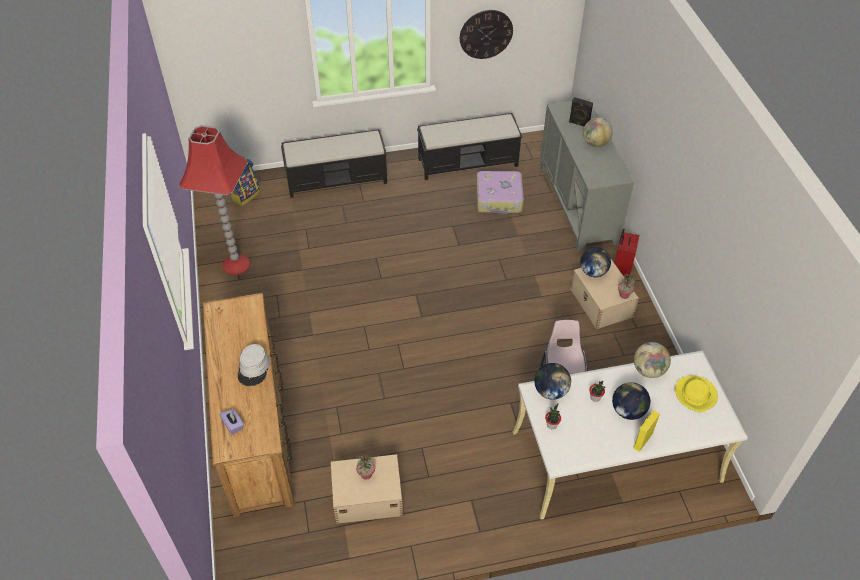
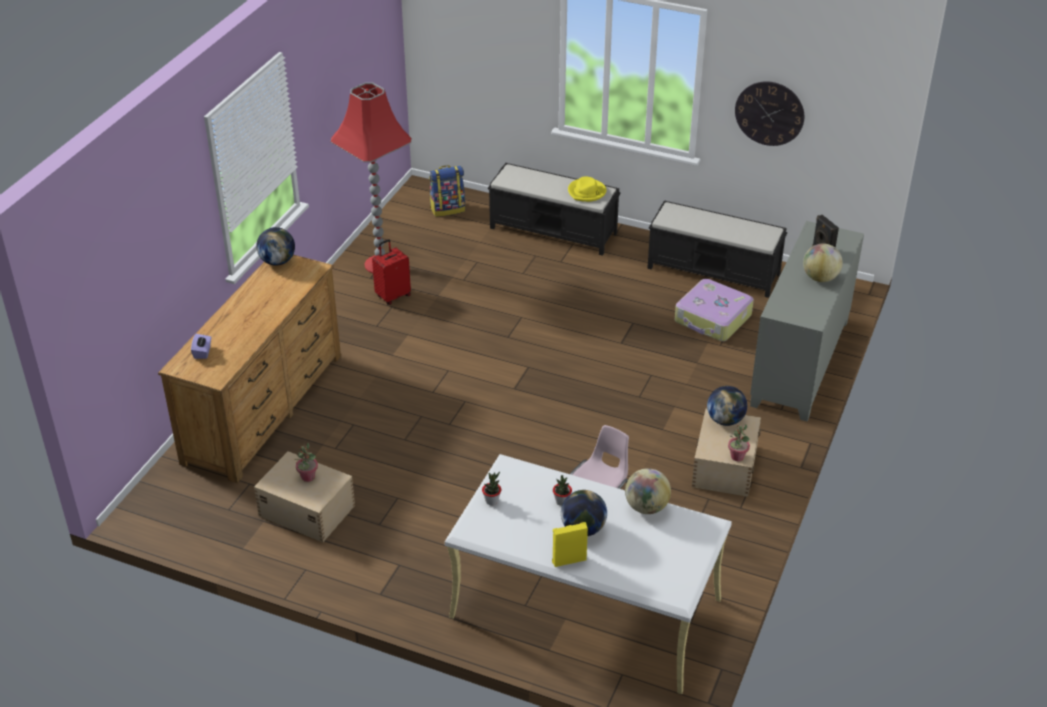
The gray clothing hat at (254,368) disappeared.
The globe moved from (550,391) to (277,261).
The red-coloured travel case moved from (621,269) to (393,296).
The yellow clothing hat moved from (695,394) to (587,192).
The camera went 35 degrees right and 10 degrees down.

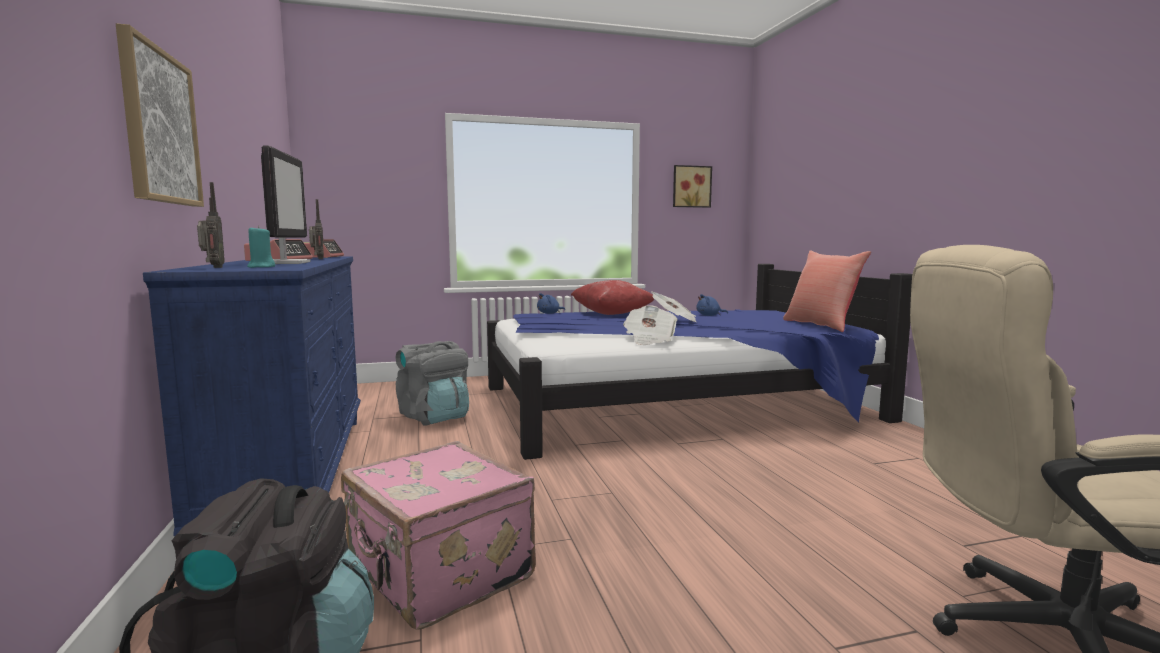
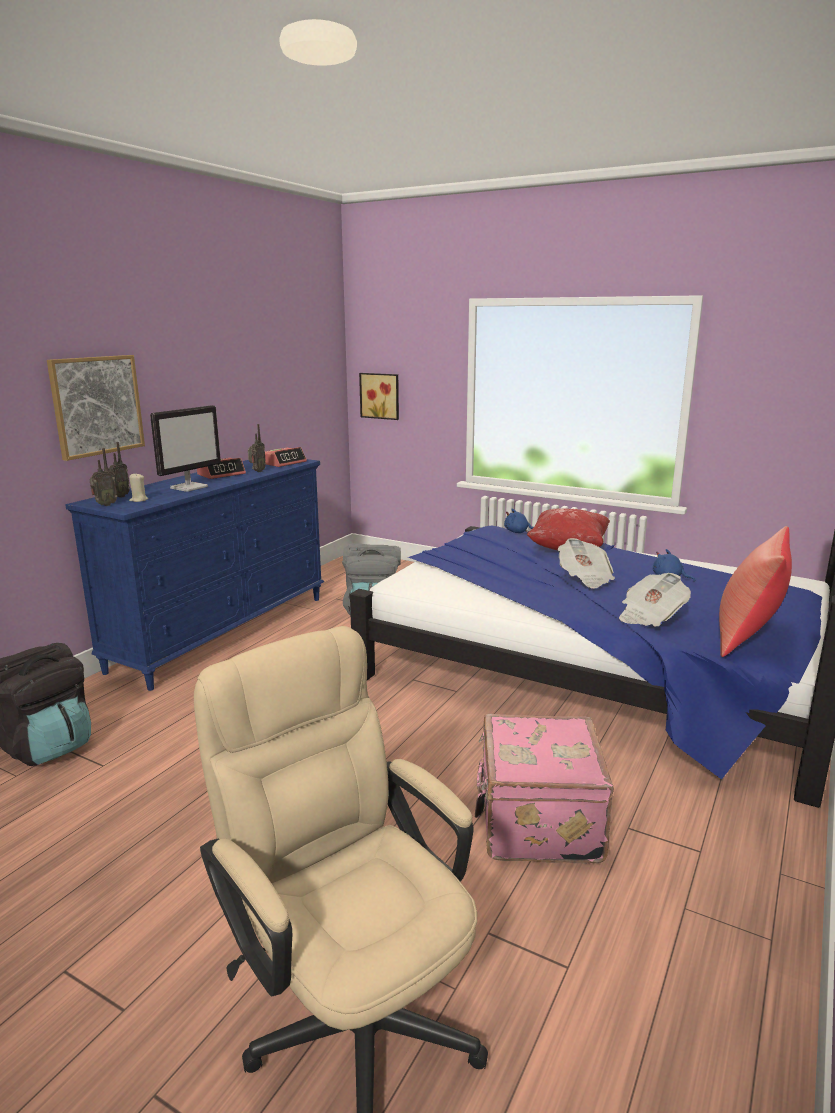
The turquoise-coloured wax candle at (261,267) became the beige-coloured wax candle at (138,500).
The pink travel case moved from (438,574) to (536,822).
The daily paper moved from (649,340) to (650,616).
The wall art moved from (691,186) to (380,396).
The radio at (104,505) appeared.
The camera went 45 degrees right and 10 degrees up.

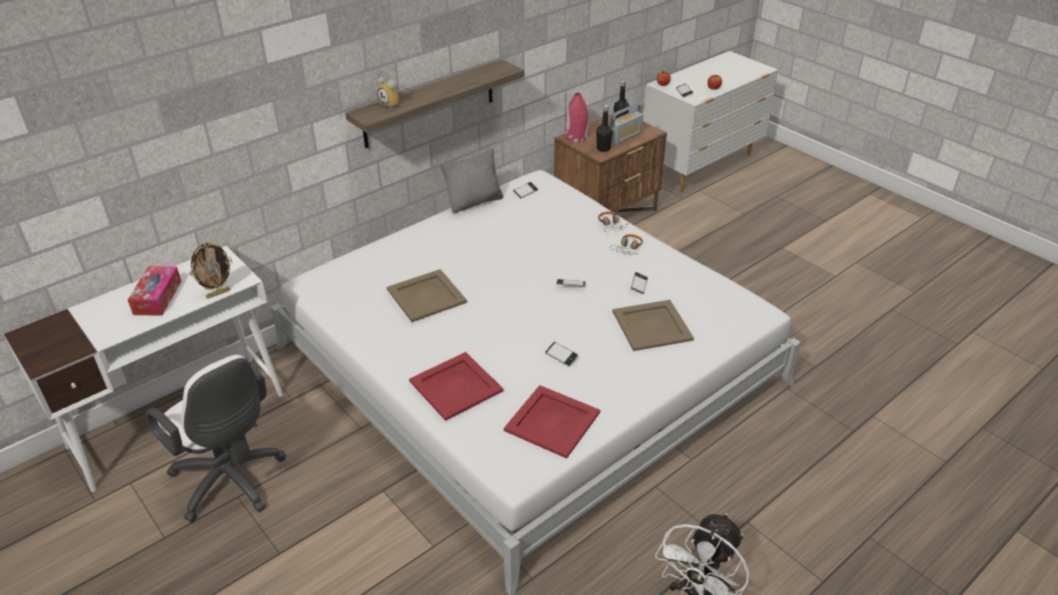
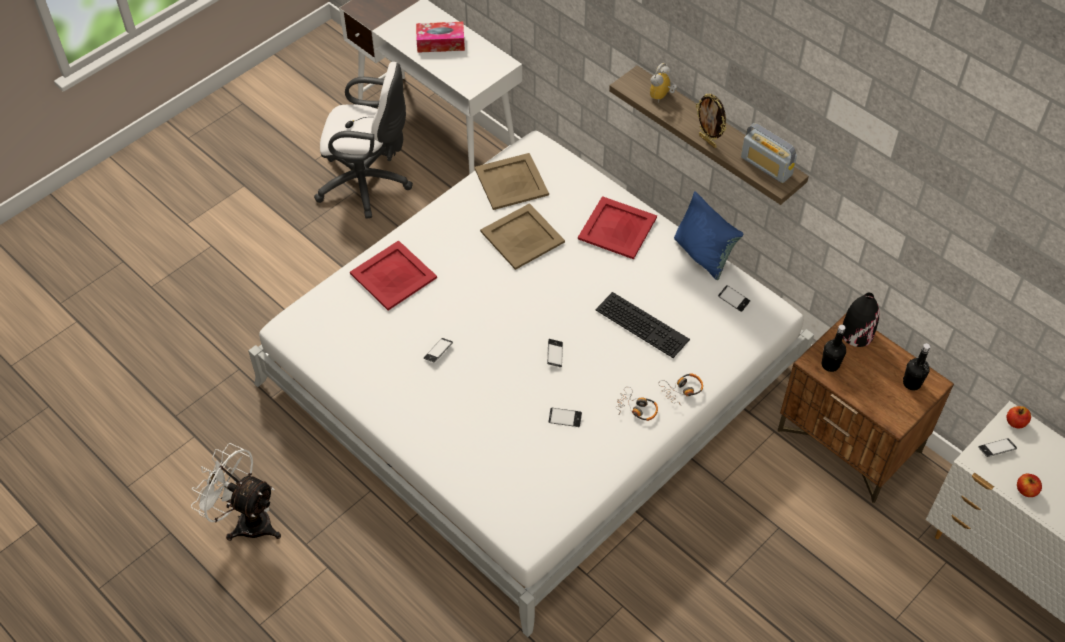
The whitish desk chair at (232,483) turned 120 degrees counterclockwise.
The standing frame moved from (218,293) to (708,141).
The gray cushion at (474,202) became the blue-coloured cushion at (703,255).
The red-coloured carrying tray moved from (553,421) to (617,228).
The red-coloured decorative vase at (576,136) became the black-coloured decorative vase at (856,334).
The radio moved from (624,136) to (766,166).
The beige-coloured carrying tray moved from (653,326) to (511,182).
The keyboard at (644,324) appeared.
The camera went 85 degrees right and 15 degrees up.

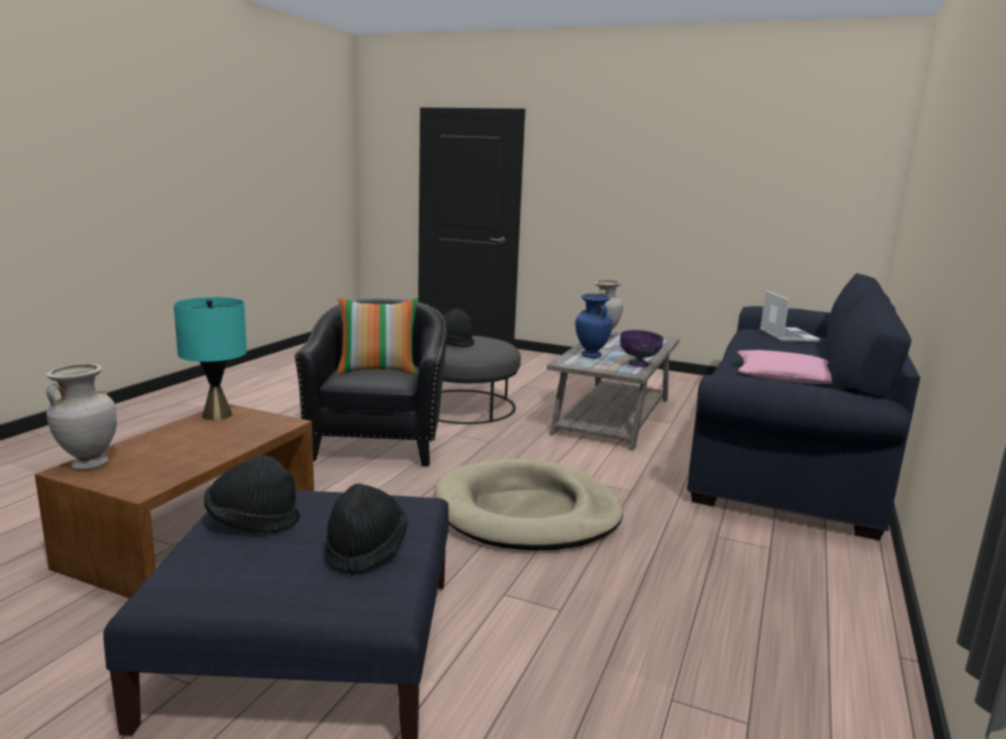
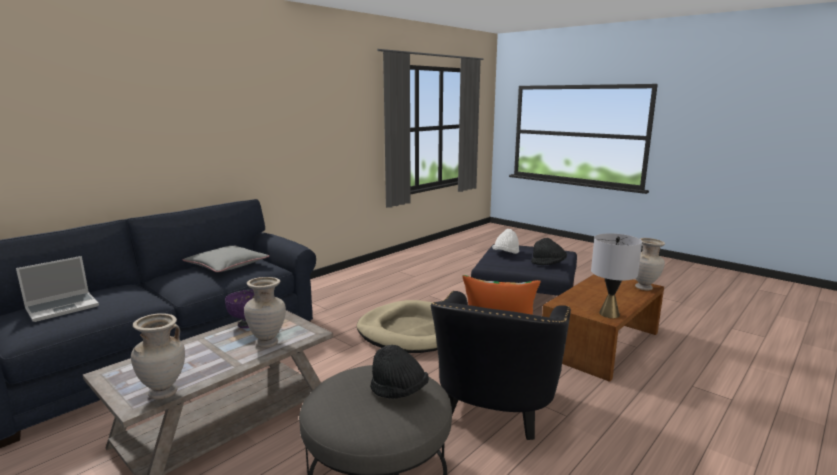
The turquoise-coloured table lamp at (217,415) became the gray table lamp at (609,314).
The black-coloured clothing hat at (365,550) became the whitish clothing hat at (506,254).
The blue-coloured decorative vase at (591,356) became the beige-coloured decorative vase at (268,343).
The pink cushion at (783,377) became the gray cushion at (227,265).
The laptop at (787,336) turned 150 degrees counterclockwise.
The camera went 160 degrees left and 0 degrees up.

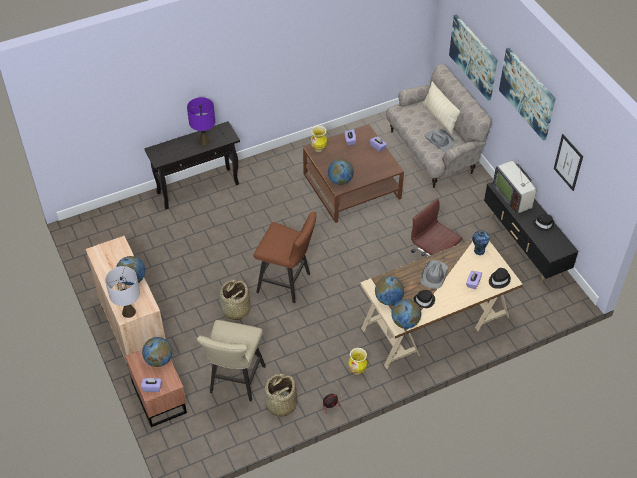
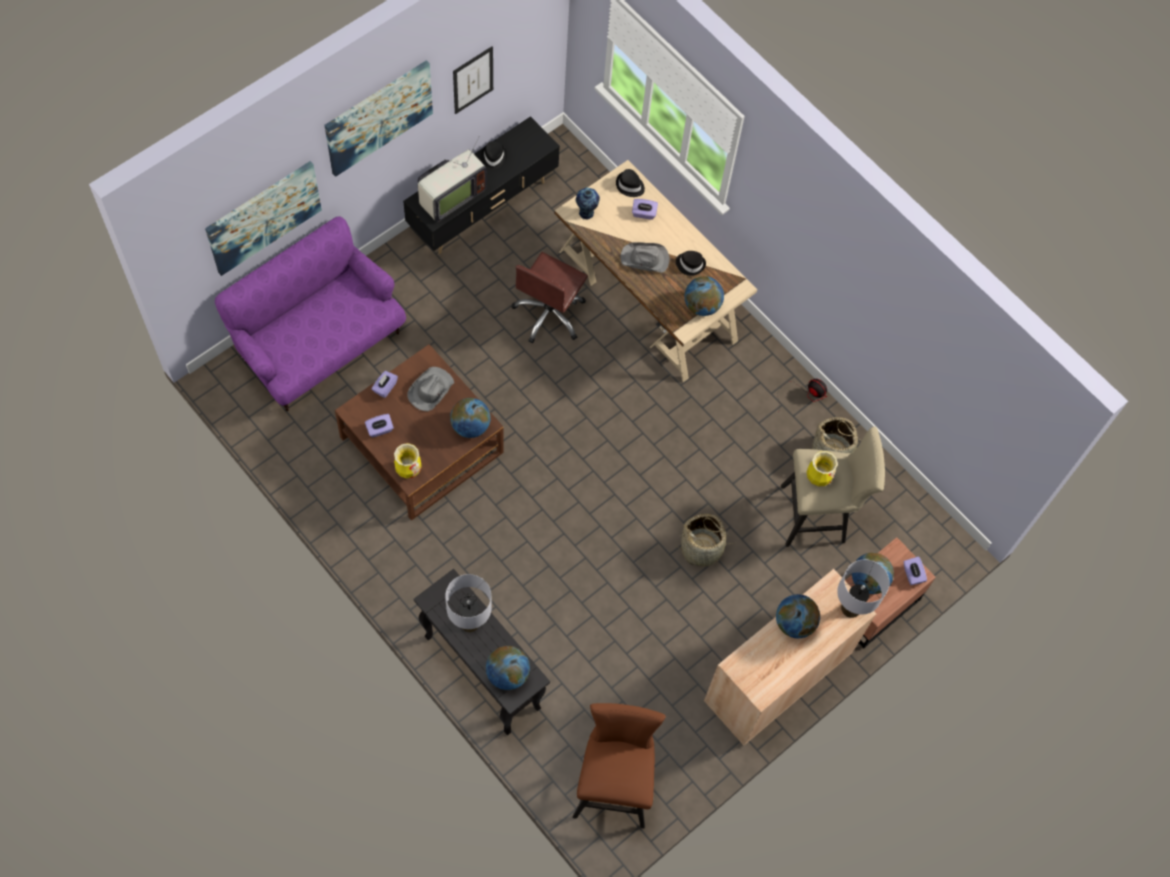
The purple table lamp at (204,141) became the gray table lamp at (469,622).
The brownish stool seat moved from (287,283) to (613,785).
The decorative vase moved from (357,370) to (817,479).
The beige-coloured sofa at (433,151) became the purple sofa at (320,345).
The globe moved from (405,322) to (507,674).
The beige-coloured cushion at (439,118) disappeared.
The gray clothing hat moved from (439,140) to (430,390).
The camera went 110 degrees left and 15 degrees up.

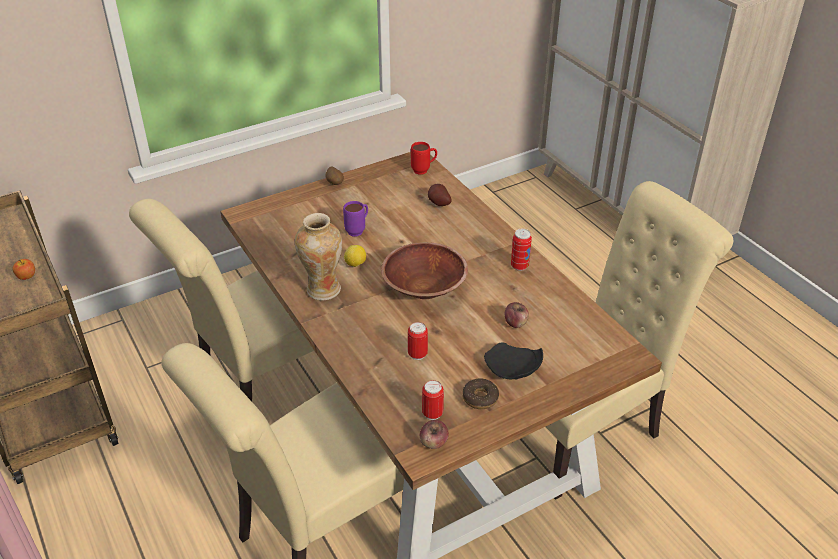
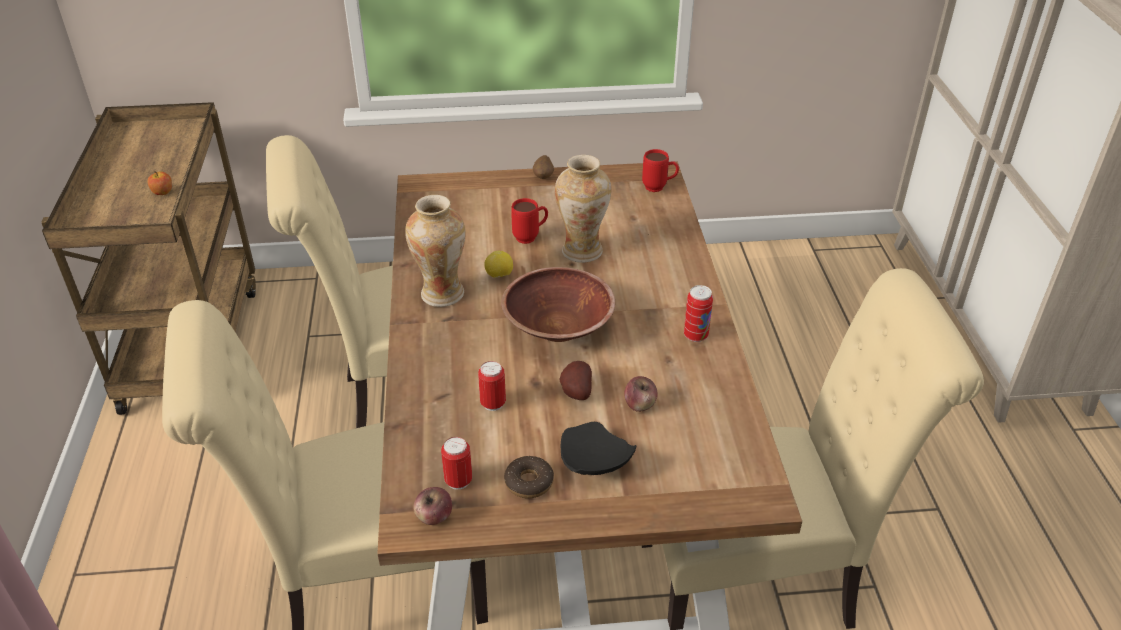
The purple mug at (358,230) became the red-coloured mug at (531,237).
The spud moved from (438,203) to (575,392).
The decorative vase at (582,251) appeared.
The camera went 25 degrees right and 0 degrees up.

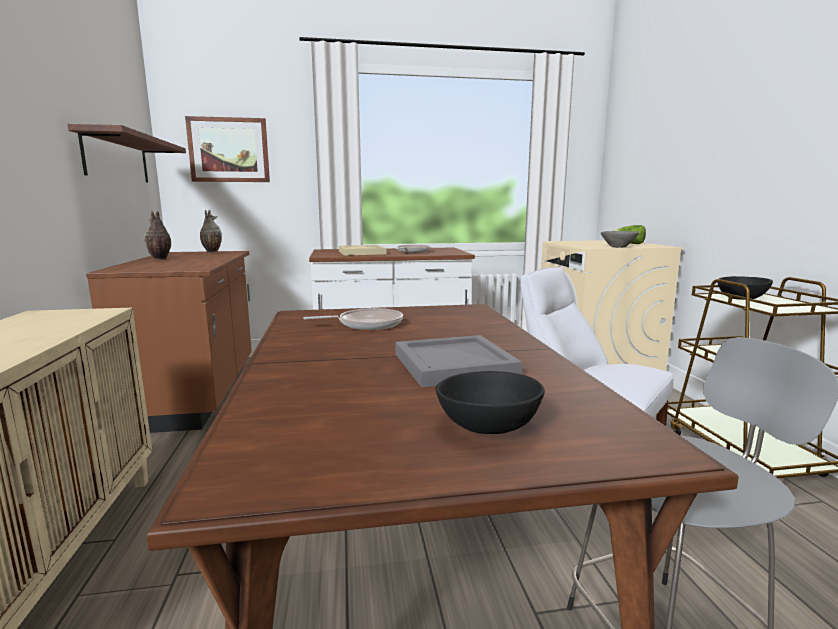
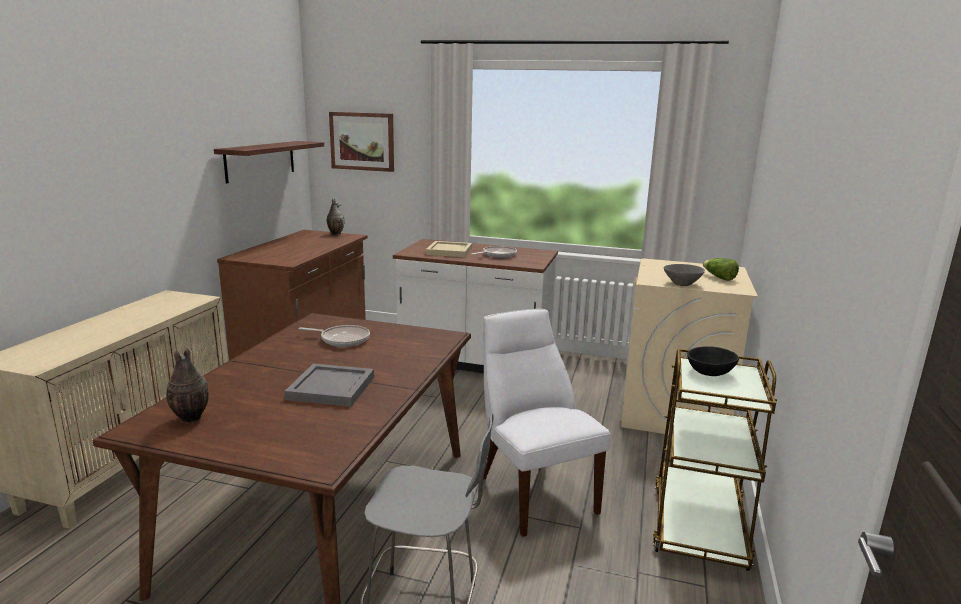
The decorative vase moved from (159,259) to (190,419).
The black-coloured serving bowl at (490,426) disappeared.
The camera went 25 degrees right and 5 degrees up.

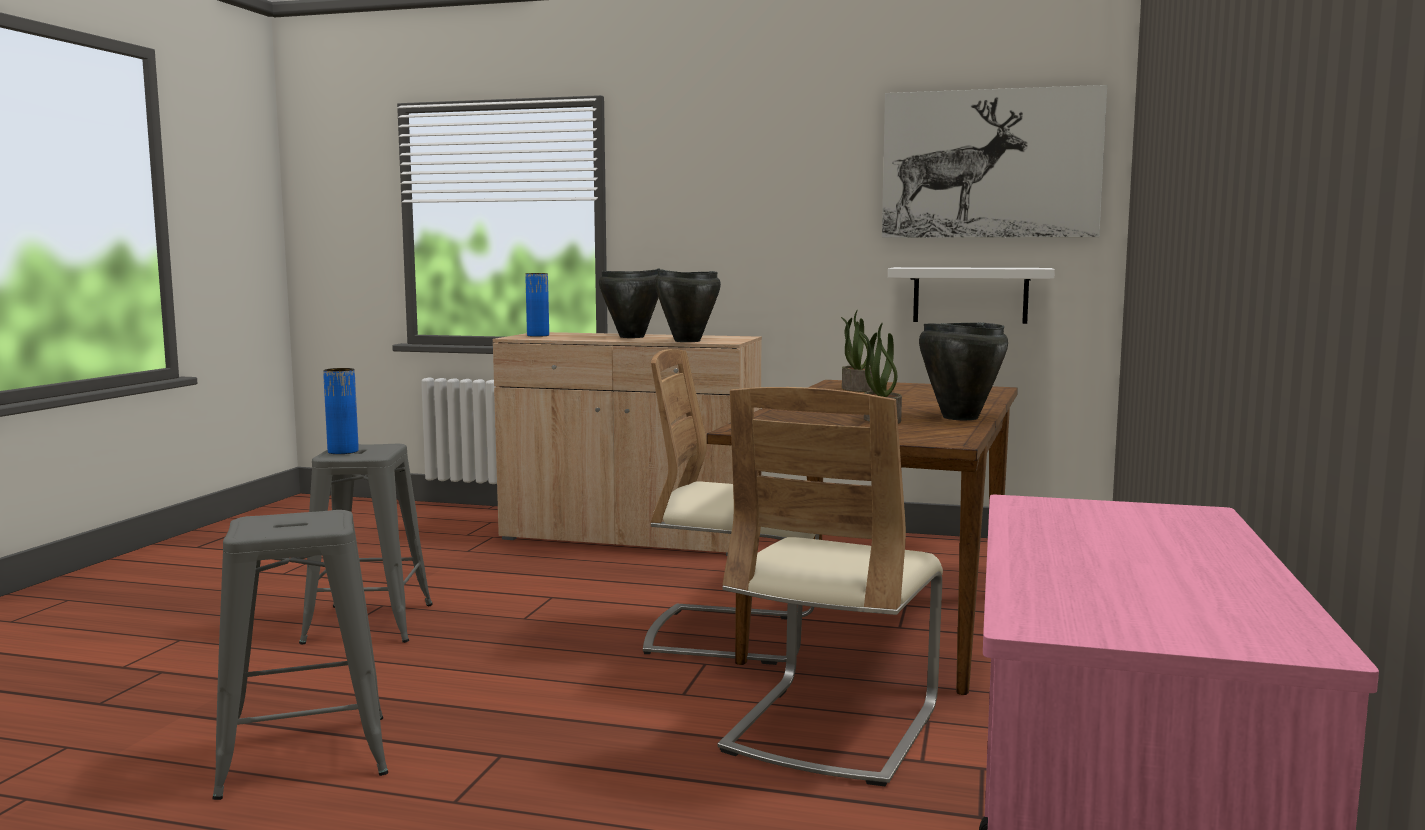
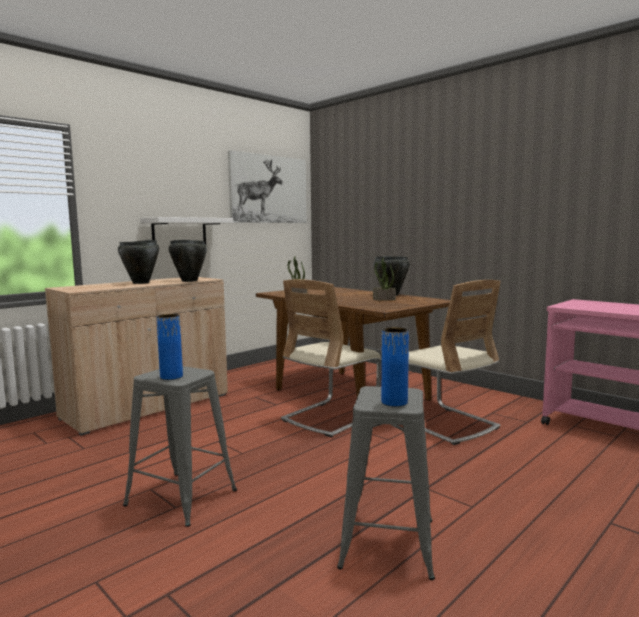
The blue-coloured decorative vase moved from (538,335) to (394,402).
The whitish bracket shelf moved from (970,295) to (179,233).
The camera went 60 degrees left and 0 degrees up.

